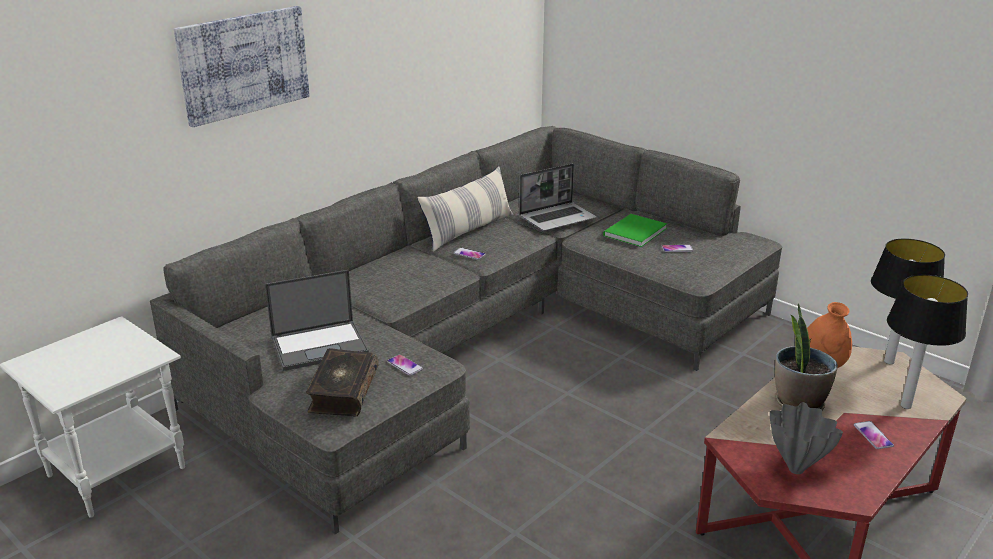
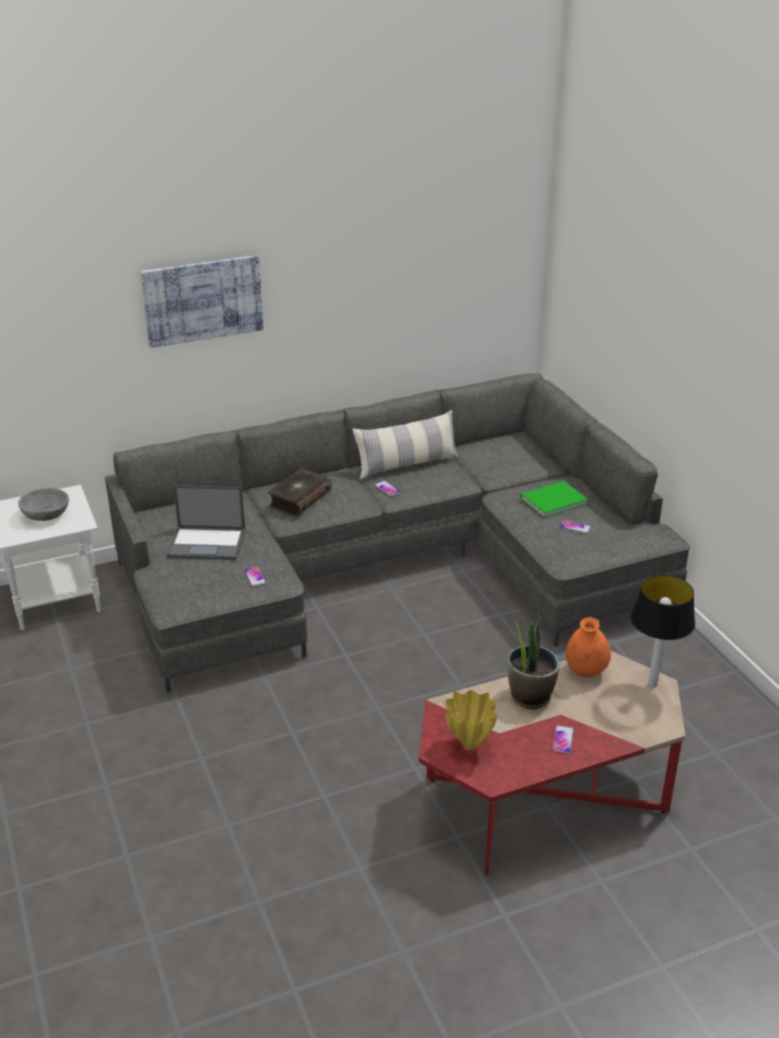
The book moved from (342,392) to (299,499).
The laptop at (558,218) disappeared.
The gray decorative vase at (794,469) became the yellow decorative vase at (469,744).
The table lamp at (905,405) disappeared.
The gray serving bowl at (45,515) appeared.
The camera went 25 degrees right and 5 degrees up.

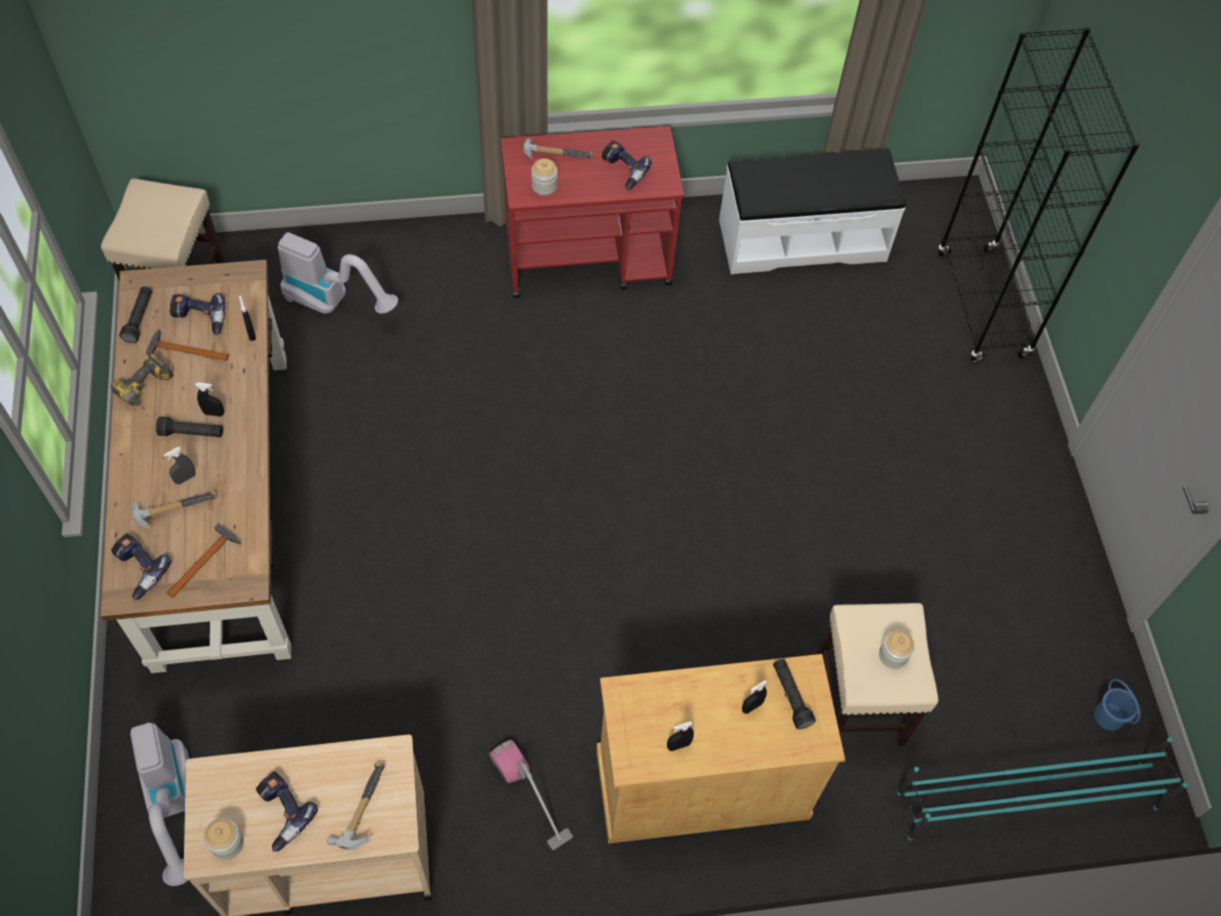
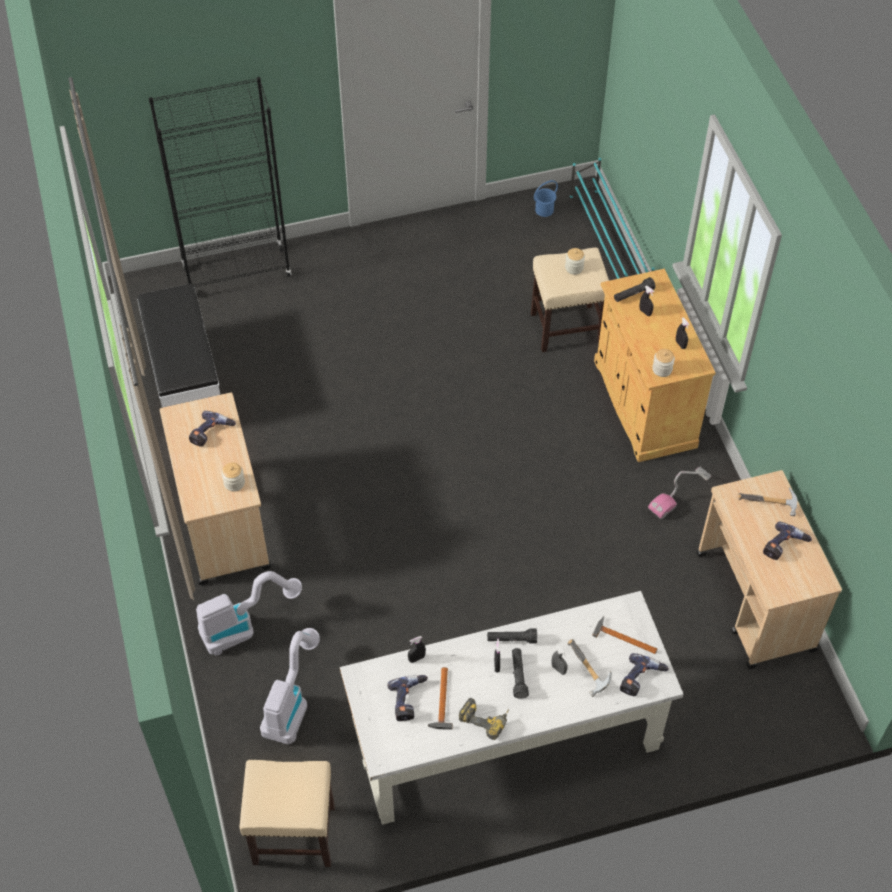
The brownish desk unit at (222,503) became the whitish desk unit at (505,739).
The black-coloured flashlight moved from (139,318) to (511,639).
The hoover moved from (175,808) to (244,626).
The preserve jar moved from (227,843) to (662,369).
The red-coloured wheeled cart at (589,260) became the beige-coloured wheeled cart at (222,521).
The hand hammer at (554,154) disappeared.
The camera went 95 degrees left and 5 degrees down.

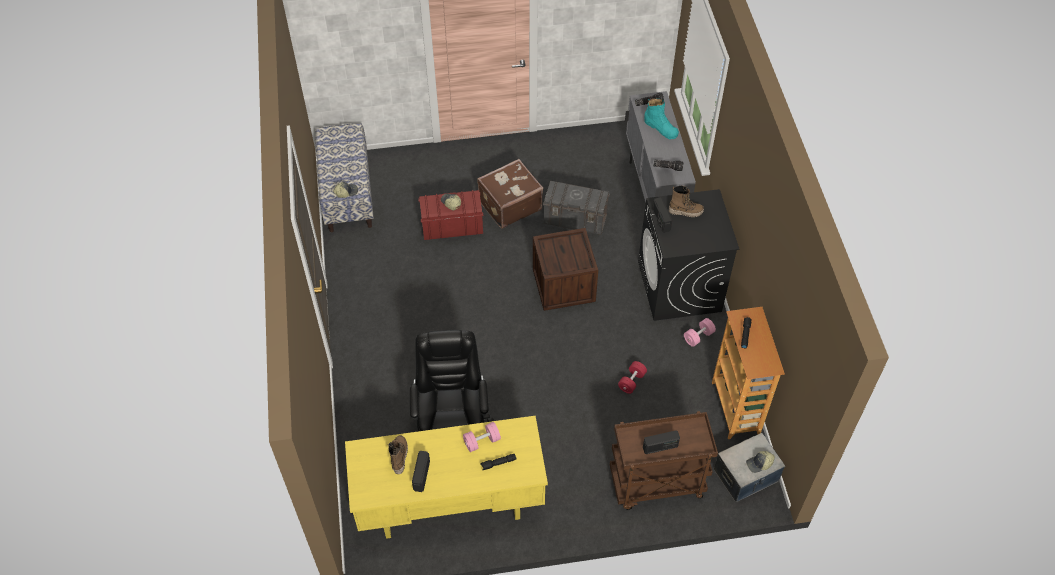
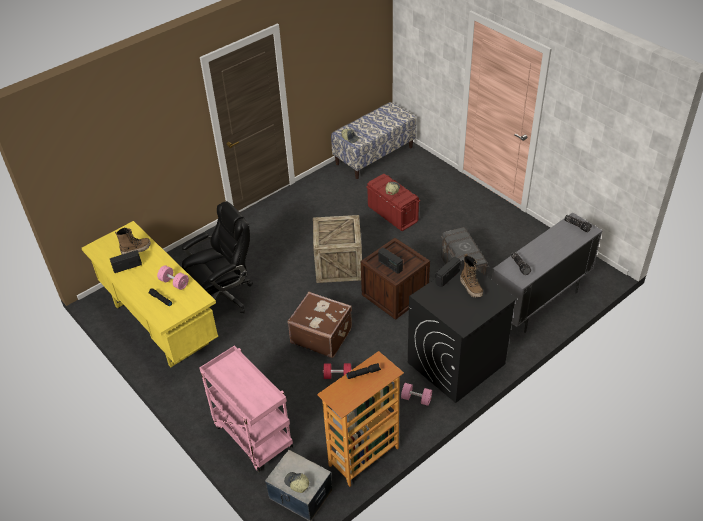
The brownish travel case moved from (509,205) to (321,335).
The brownish wheeled cart at (656,484) became the pink wheeled cart at (251,435).
The radio moved from (660,447) to (390,265).
The turquoise-coloured tall boot at (661,128) disappeared.
The packing crate at (338,265) appeared.
The camera went 60 degrees right and 10 degrees down.

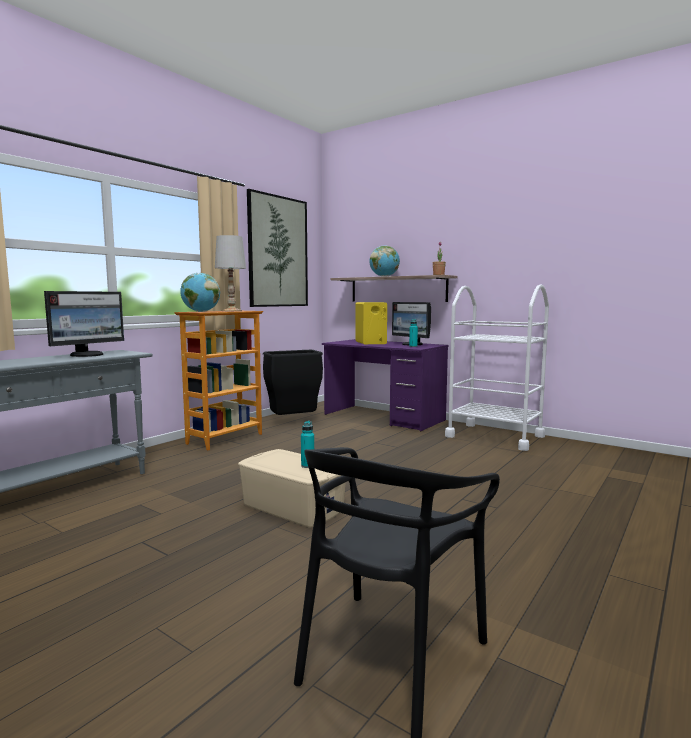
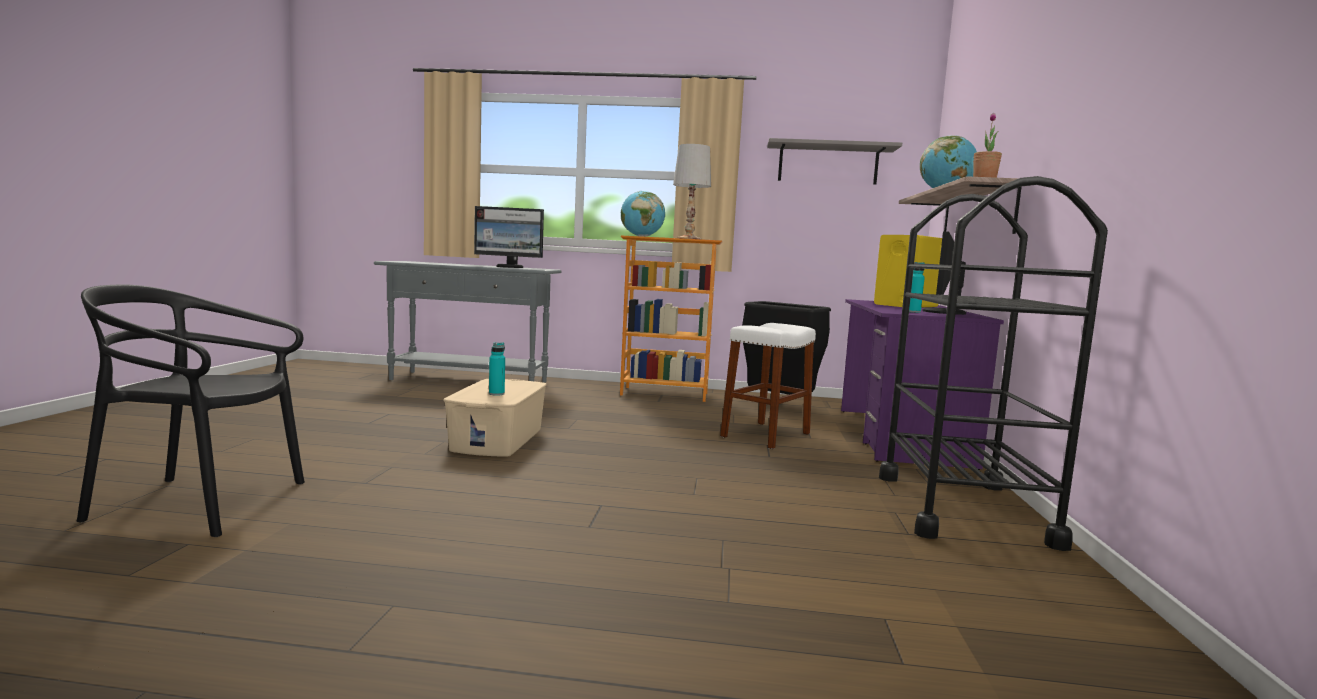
The wall art at (278,252) was replaced by the gray bracket shelf at (828,164).
The whitish wheeled cart at (494,436) became the black-coloured wheeled cart at (963,509).
The whitish stool seat at (766,435) appeared.
The camera went 60 degrees right and 0 degrees up.

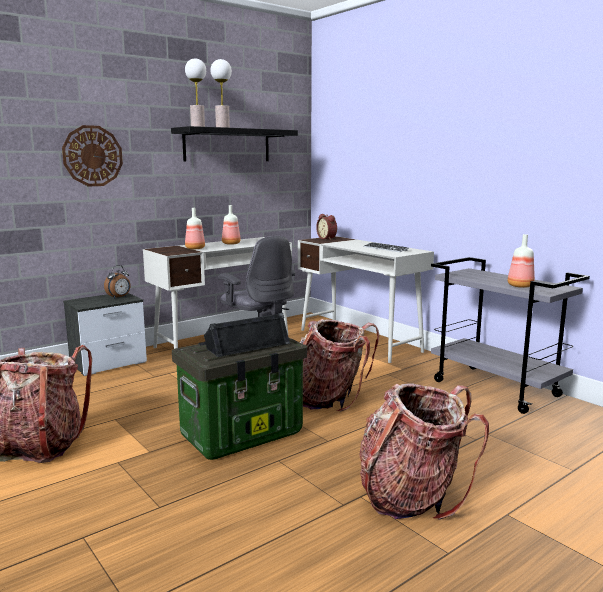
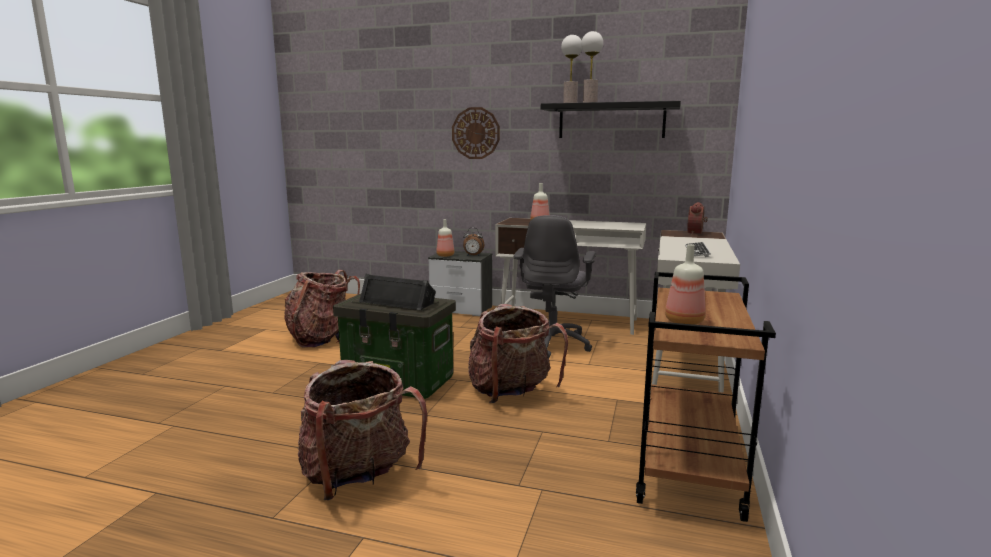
The bottle moved from (230,243) to (444,255).
The gray wheeled cart at (497,389) became the brownish wheeled cart at (689,469).
The camera went 55 degrees right and 0 degrees up.

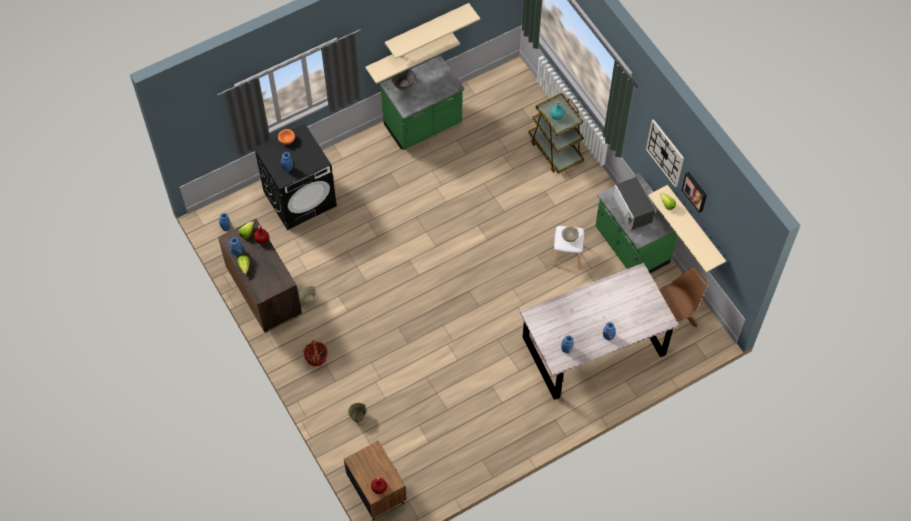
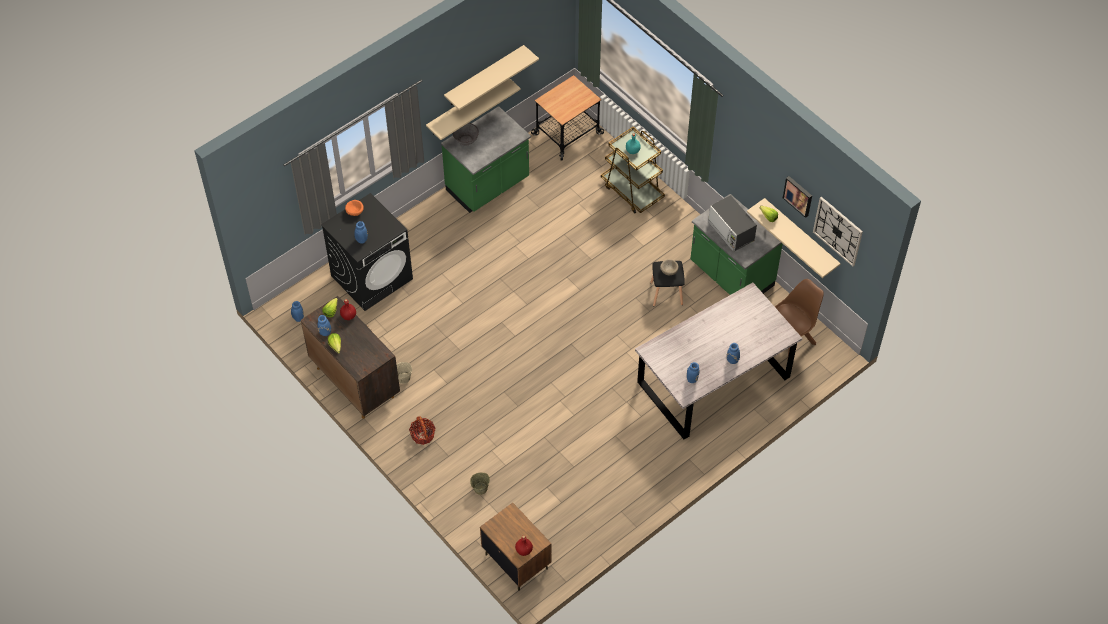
The whitish stool seat at (567,255) became the black-coloured stool seat at (667,294).
The clock on the wall moved from (665,153) to (838,231).
The wheeled cart at (567,133) appeared.
The camera went 10 degrees left and 5 degrees down.

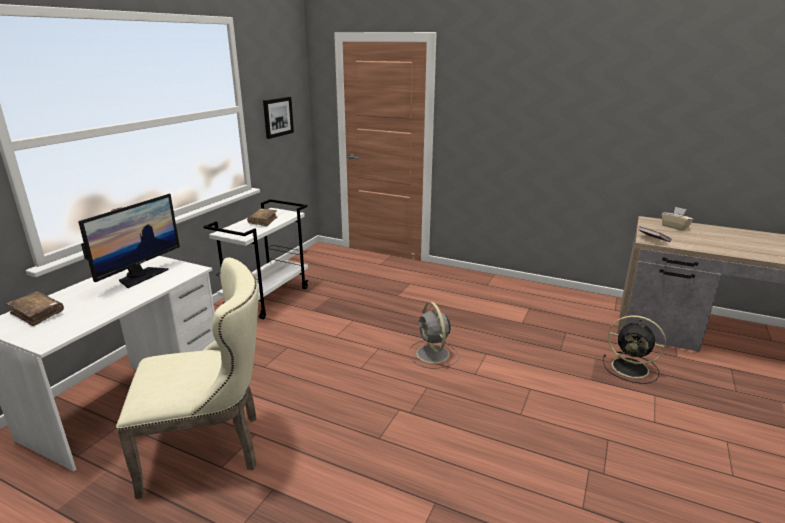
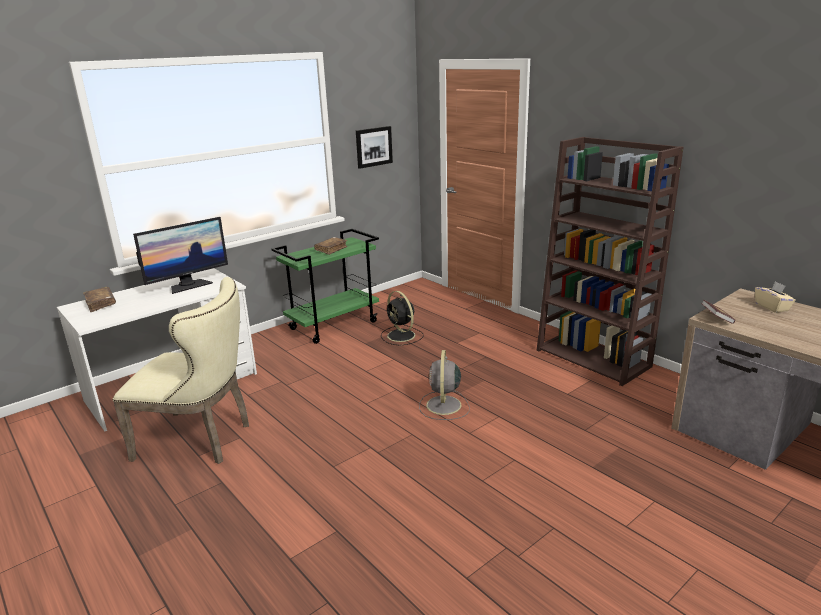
The whitish wheeled cart at (267,298) became the green wheeled cart at (334,325).
The black-coloured cooling fan moved from (631,368) to (402,336).
The brownish shelving unit at (594,358) appeared.
The camera went 25 degrees right and 0 degrees up.

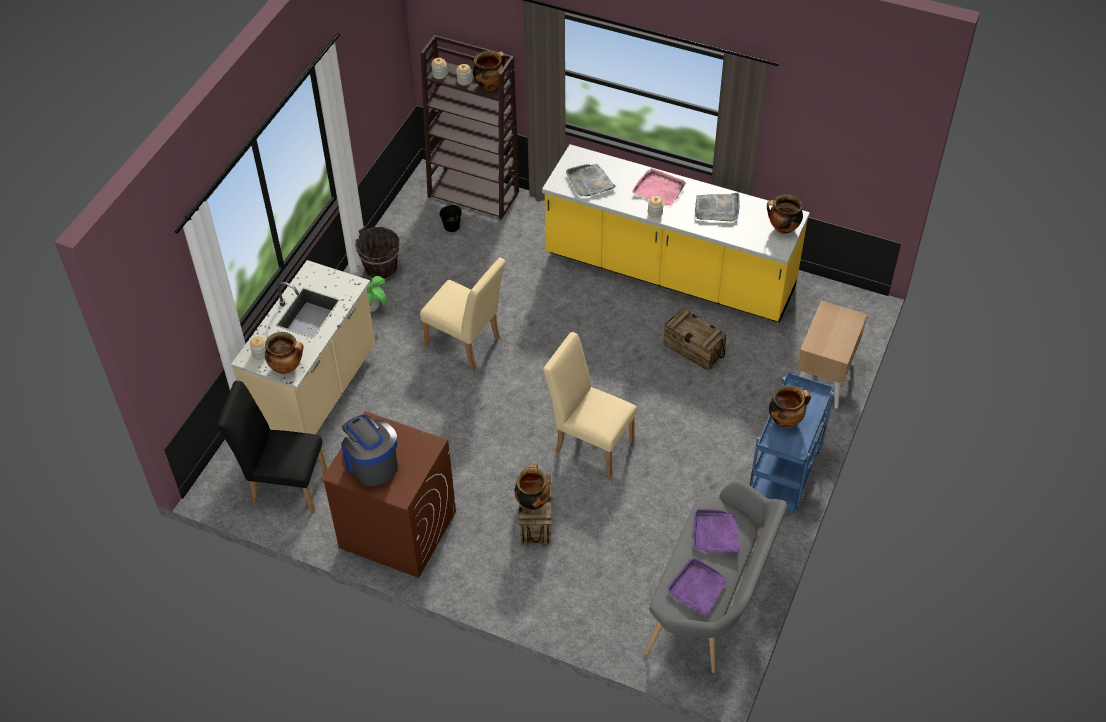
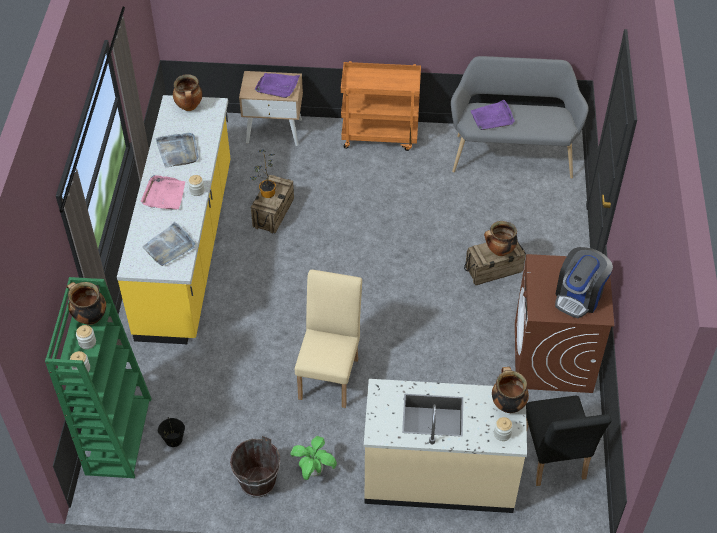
The brownish shelving unit at (474,194) became the green shelving unit at (118,435).
The beige-coloured chair at (589,443) disappeared.
The purple carrying tray moved from (697,588) to (277,86).
The blue-coloured wheeled cart at (785,476) became the orangey wheeled cart at (380,135).
The saucepot at (786,420) disappeared.
The houseplant at (266,194) appeared.
The camera went 110 degrees left and 0 degrees up.

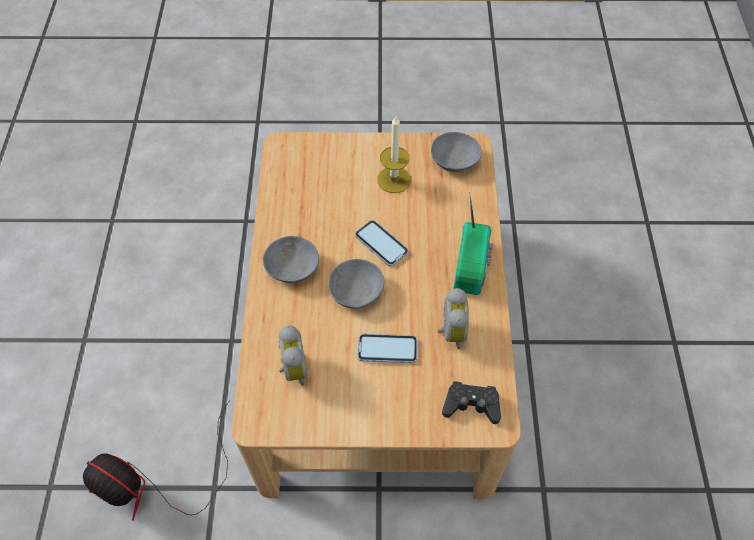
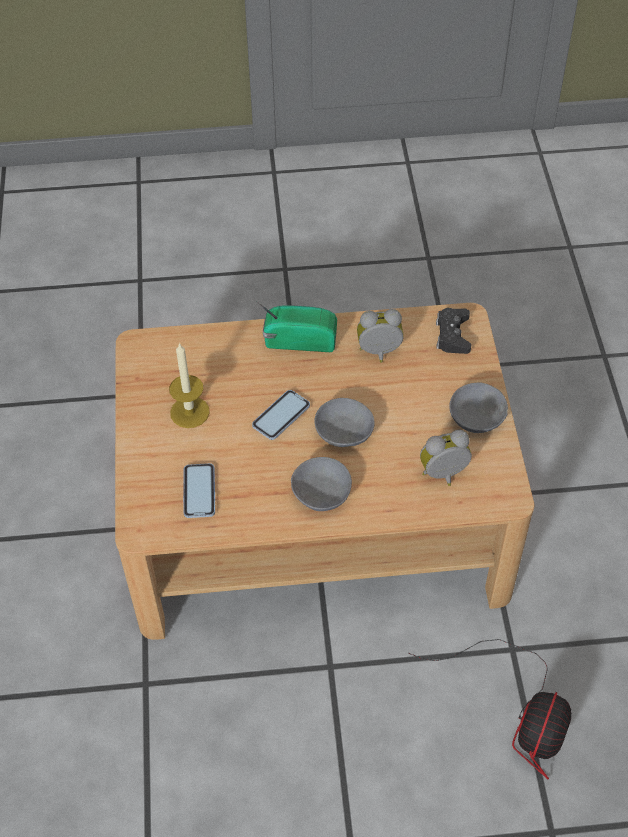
The telephone moved from (387,349) to (199,492).
The gray serving bowl moved from (456,159) to (475,416).
The camera went 95 degrees left and 5 degrees down.

